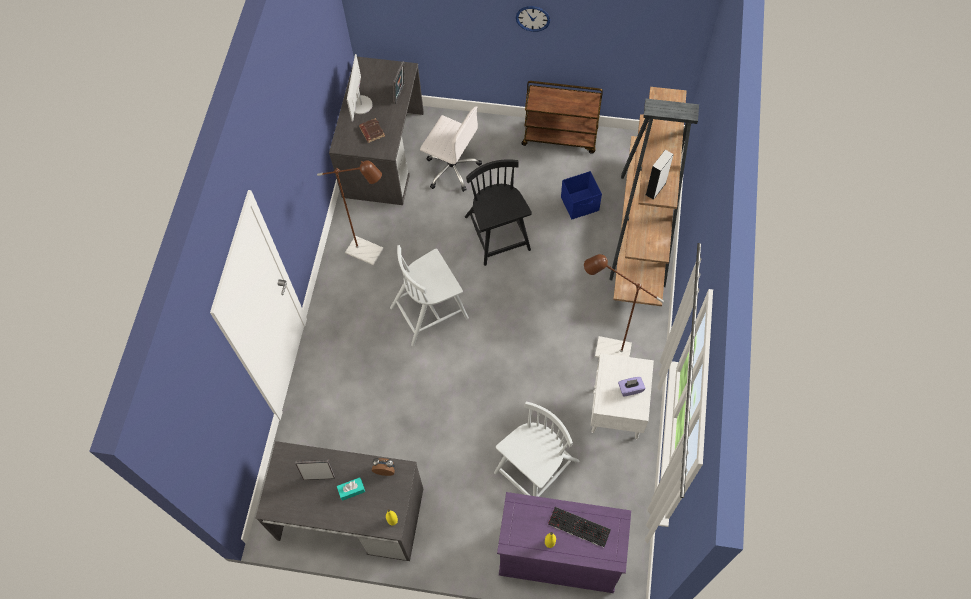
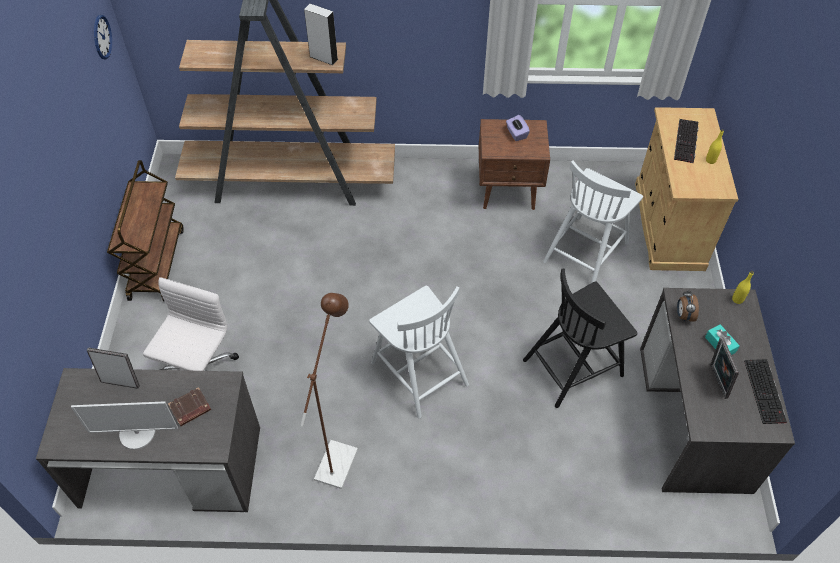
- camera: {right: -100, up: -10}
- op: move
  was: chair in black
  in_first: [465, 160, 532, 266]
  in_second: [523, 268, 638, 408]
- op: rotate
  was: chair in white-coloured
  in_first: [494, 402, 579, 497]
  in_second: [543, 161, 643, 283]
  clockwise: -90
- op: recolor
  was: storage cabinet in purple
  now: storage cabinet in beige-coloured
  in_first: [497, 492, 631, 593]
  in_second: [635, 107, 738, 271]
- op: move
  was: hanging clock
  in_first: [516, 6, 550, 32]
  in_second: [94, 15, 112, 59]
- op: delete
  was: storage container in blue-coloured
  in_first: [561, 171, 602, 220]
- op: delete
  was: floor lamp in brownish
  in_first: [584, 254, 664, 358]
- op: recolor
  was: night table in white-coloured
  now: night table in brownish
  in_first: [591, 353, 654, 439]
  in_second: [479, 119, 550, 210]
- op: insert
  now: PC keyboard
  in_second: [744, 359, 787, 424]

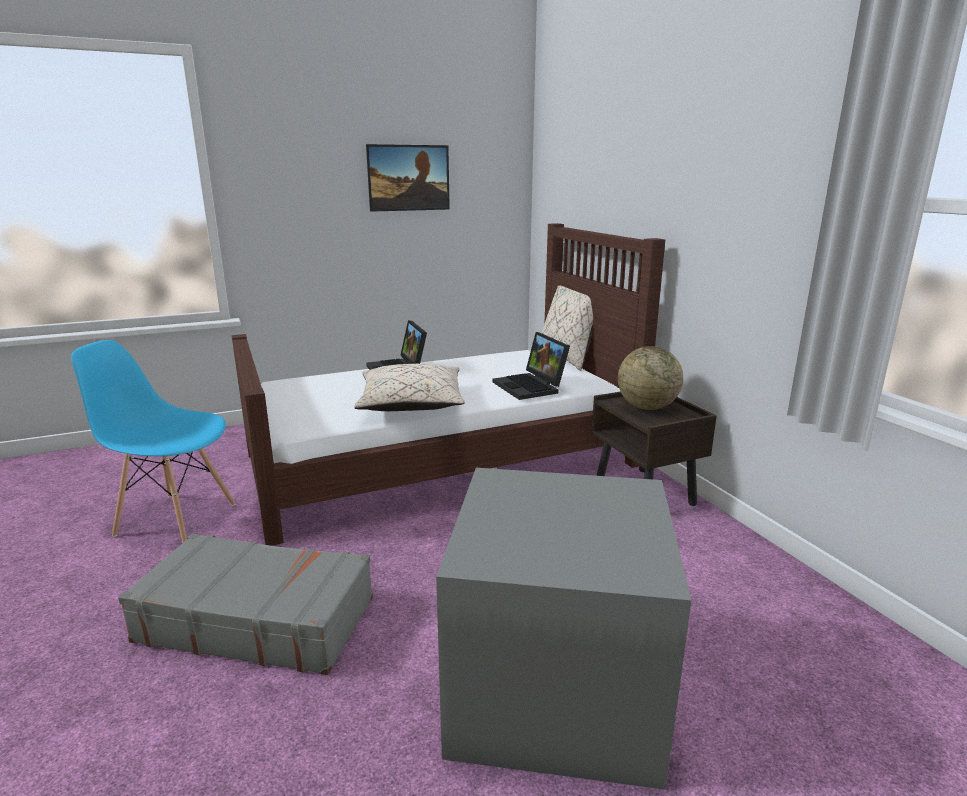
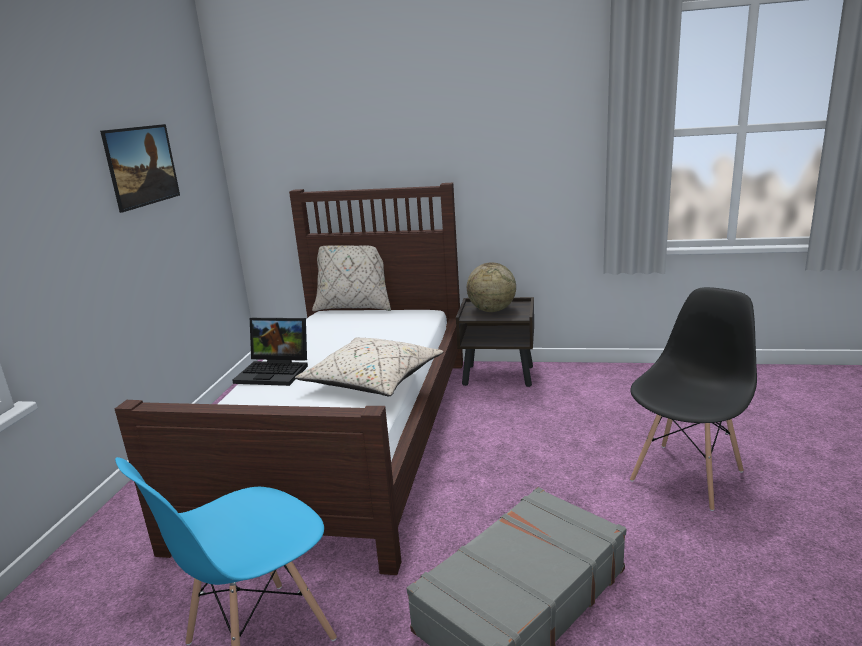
- camera: {right: -55, up: 0}
- op: replace
  was: storage container in gray
  now: chair in black
  in_first: [436, 468, 692, 790]
  in_second: [630, 287, 757, 511]
- op: delete
  was: portable computer
  in_first: [493, 332, 570, 400]

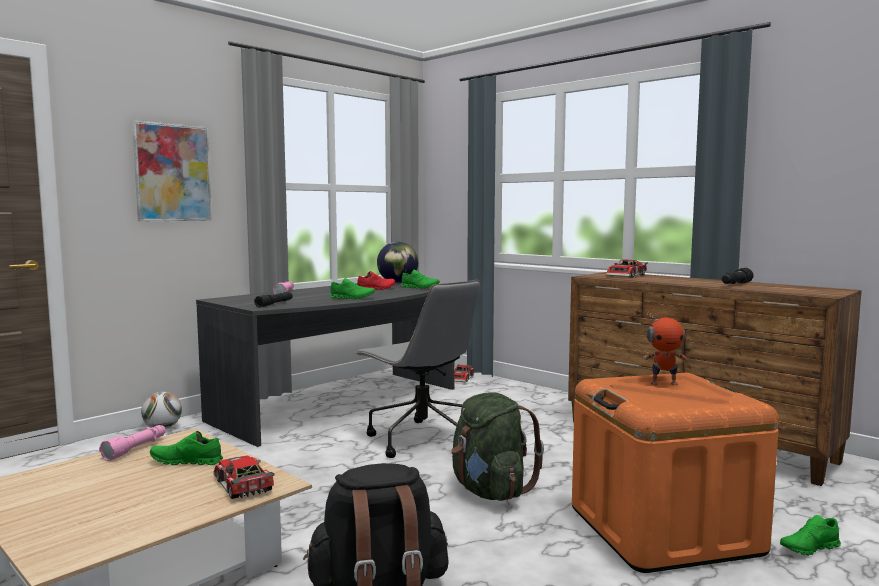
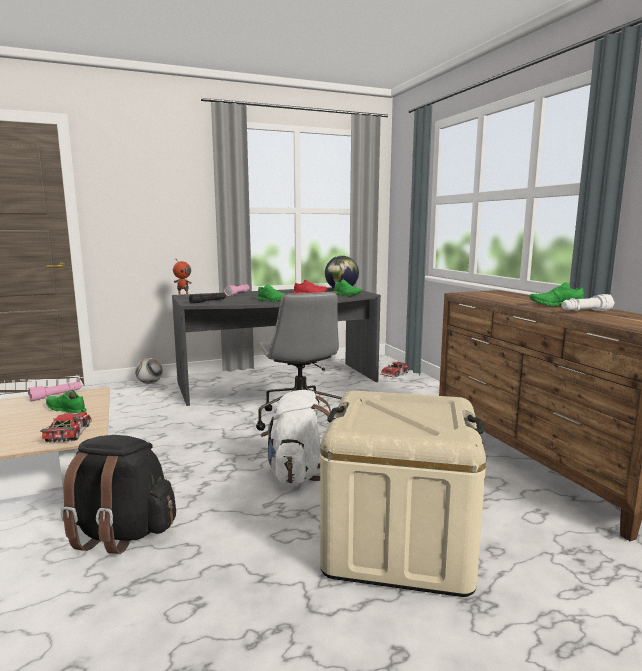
- camera: {right: 25, up: 5}
- op: delete
  was: wall picture
  in_first: [132, 120, 212, 222]
- op: recolor
  was: rucksack in greenish
  now: rucksack in white-coloured
  in_first: [451, 392, 544, 501]
  in_second: [261, 390, 331, 483]
- op: recolor
  was: storage container in orange-coloured
  now: storage container in beige-coloured
  in_first: [572, 373, 779, 573]
  in_second: [320, 390, 486, 597]
- op: delete
  was: model car
  in_first: [606, 259, 648, 278]
- op: move
  was: robot figure
  in_first: [643, 312, 687, 385]
  in_second: [173, 259, 192, 297]
- op: recolor
  was: flashlight in black
  now: flashlight in white-coloured
  in_first: [722, 268, 754, 284]
  in_second: [561, 294, 614, 311]
- op: move
  was: low shoe in greenish
  in_first: [780, 515, 841, 556]
  in_second: [529, 282, 584, 306]

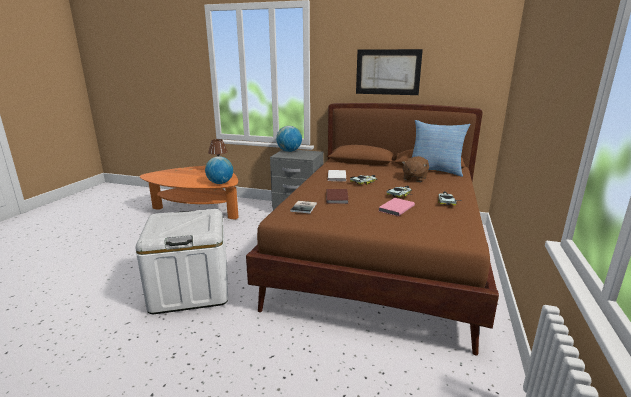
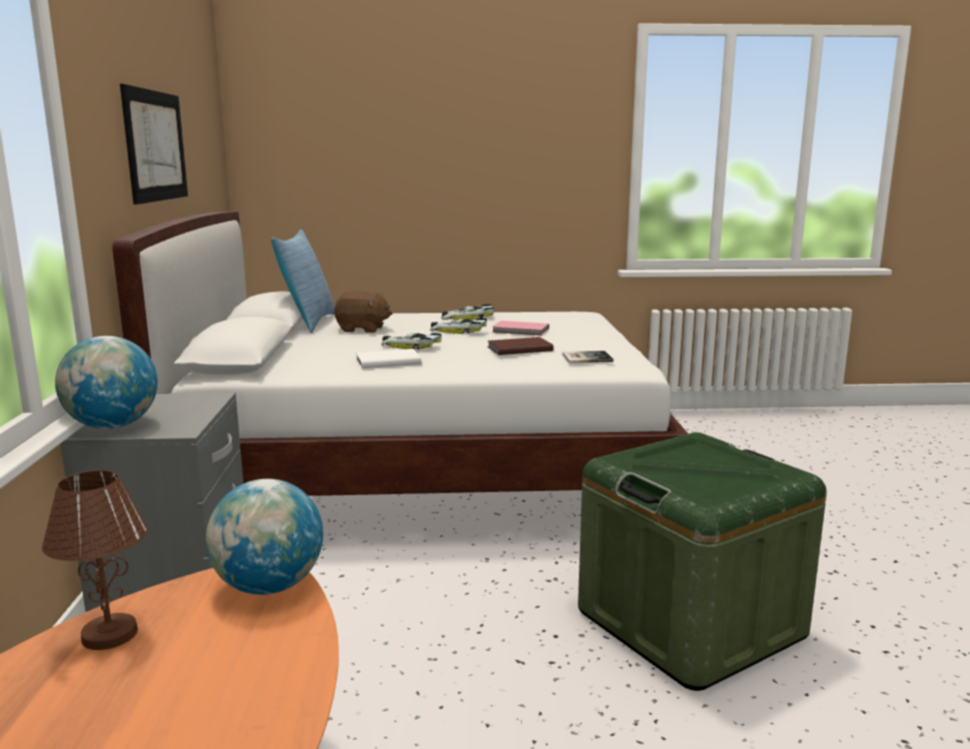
- camera: {right: -110, up: -5}
- op: recolor
  was: storage container in white-coloured
  now: storage container in greenish
  in_first: [135, 209, 228, 314]
  in_second: [578, 432, 827, 691]
- op: recolor
  was: bed in brownish
  now: bed in white-coloured
  in_first: [246, 103, 499, 356]
  in_second: [112, 212, 688, 496]

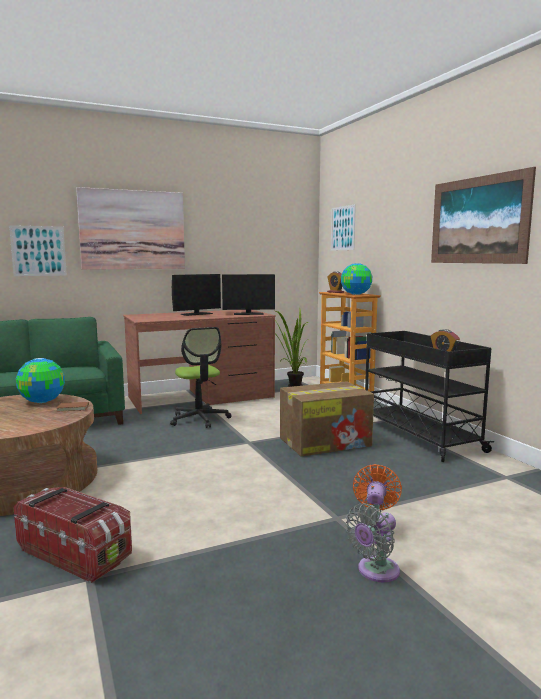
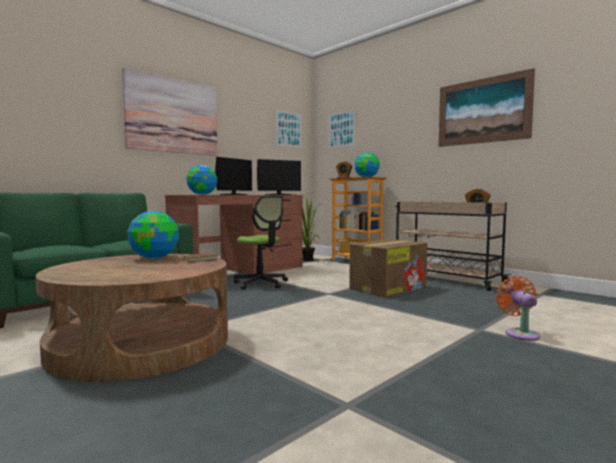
- camera: {right: -20, up: -5}
- op: move
  was: wall picture
  in_first: [9, 225, 67, 276]
  in_second: [276, 110, 302, 148]
- op: delete
  was: storage container
  in_first: [13, 487, 132, 583]
- op: delete
  was: cooling fan in gray
  in_first: [345, 503, 400, 582]
- op: recolor
  was: trolley in black
  now: trolley in beige-coloured
  in_first: [365, 331, 494, 462]
  in_second: [395, 201, 511, 291]
- op: insert
  now: world globe
  in_second: [187, 165, 217, 195]

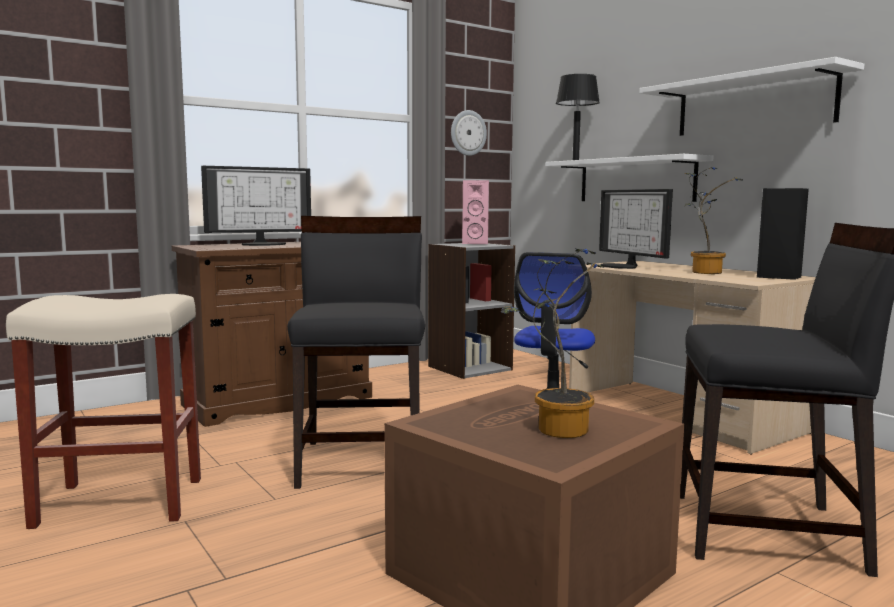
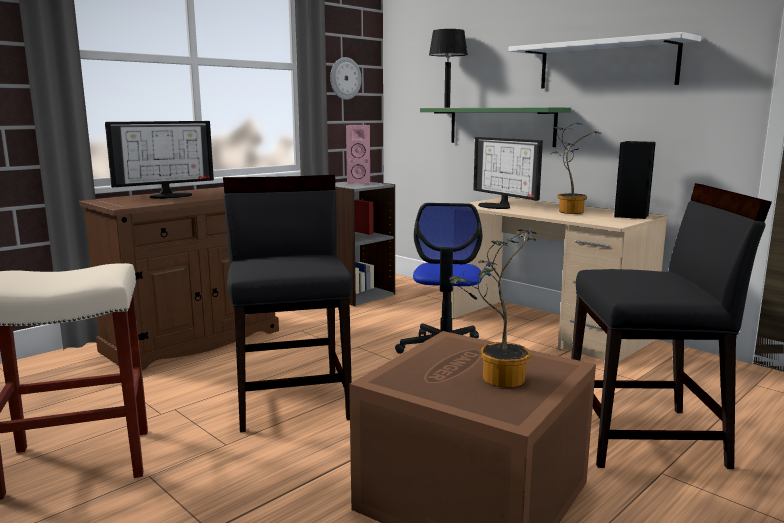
- camera: {right: -10, up: 5}
- op: recolor
  was: wall shelf in white-coloured
  now: wall shelf in greenish
  in_first: [545, 154, 714, 202]
  in_second: [420, 108, 571, 147]

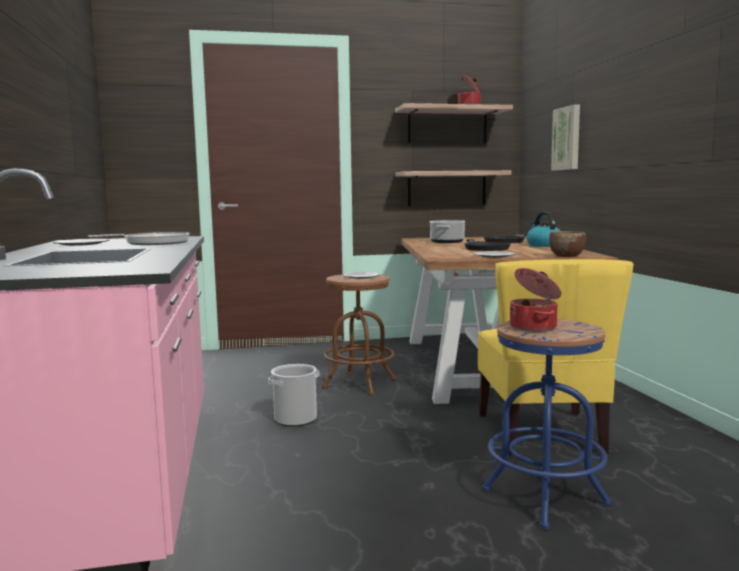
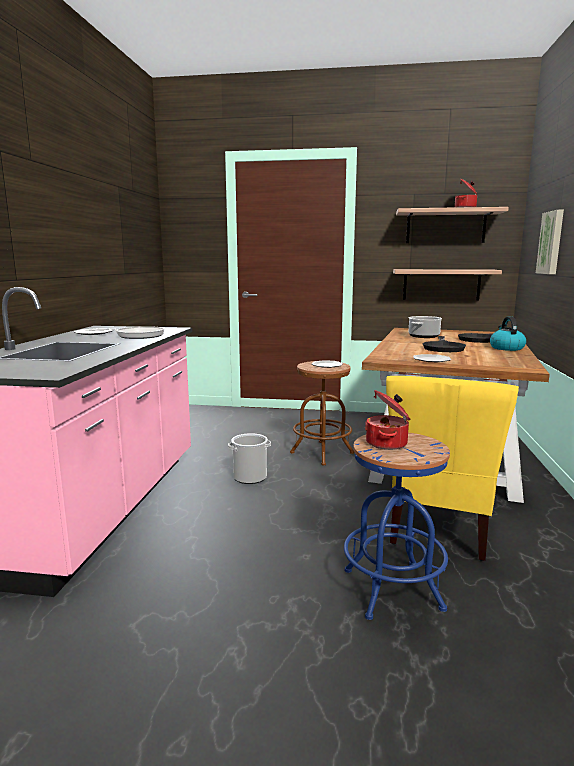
- camera: {right: 20, up: 5}
- op: delete
  was: serving bowl in brownish
  in_first: [549, 231, 586, 257]

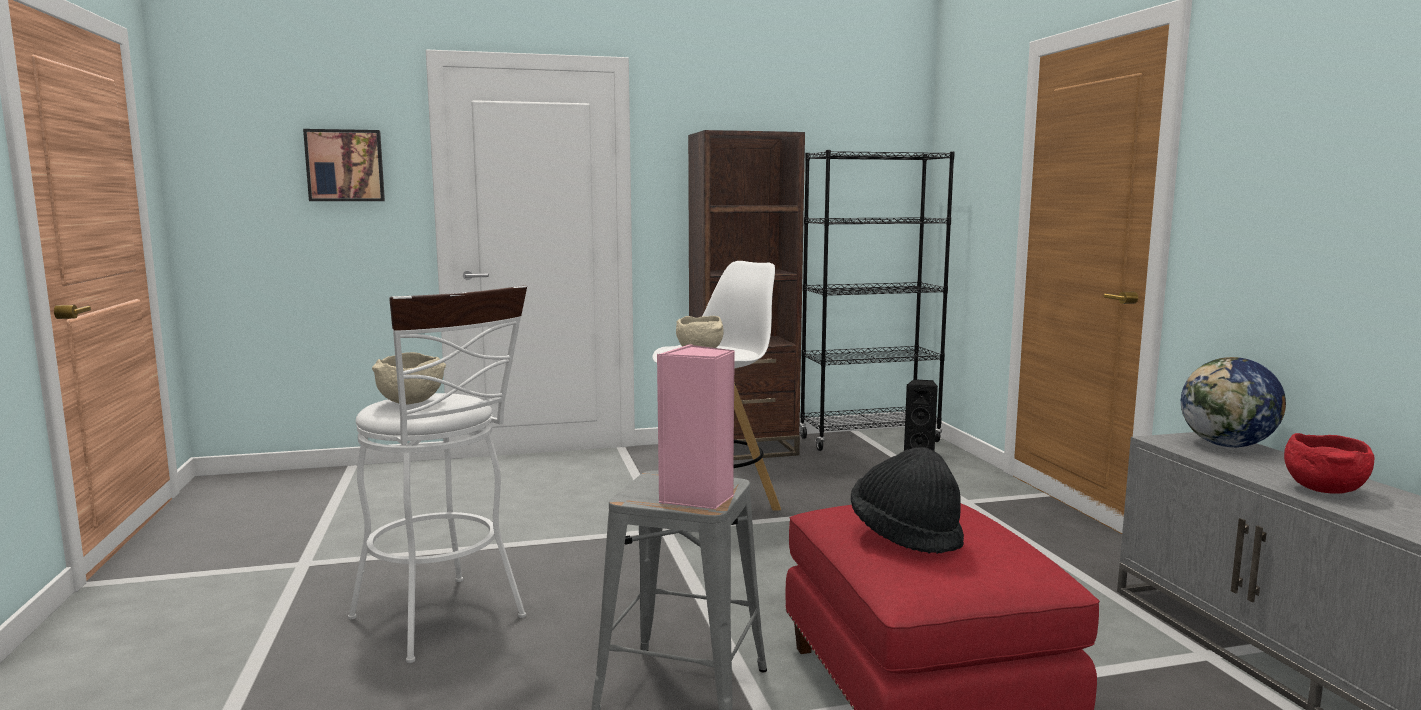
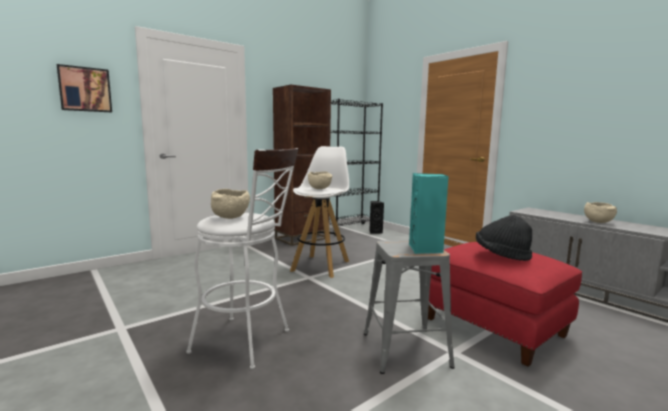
- camera: {right: -25, up: 0}
- op: recolor
  was: audio speaker in pinkish
  now: audio speaker in turquoise
  in_first: [657, 344, 735, 509]
  in_second: [409, 173, 449, 254]
- op: delete
  was: world globe
  in_first: [1181, 357, 1286, 447]
- op: recolor
  was: serving bowl in red
  now: serving bowl in beige-coloured
  in_first: [1284, 433, 1375, 494]
  in_second: [584, 202, 617, 223]

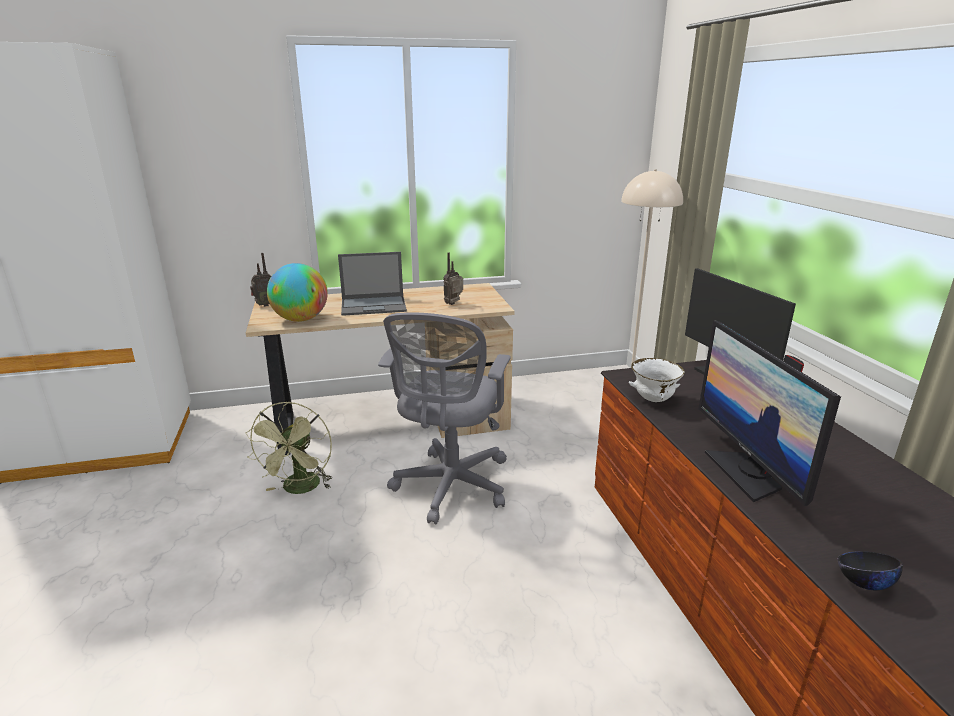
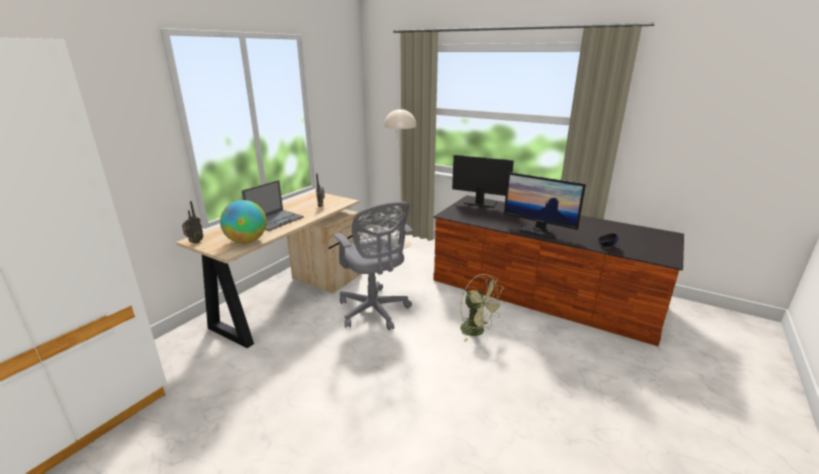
- camera: {right: -45, up: 0}
- op: move
  was: cooling fan in greenish
  in_first: [246, 401, 333, 494]
  in_second: [460, 274, 505, 342]
- op: delete
  was: serving bowl in white-coloured
  in_first: [629, 358, 685, 402]

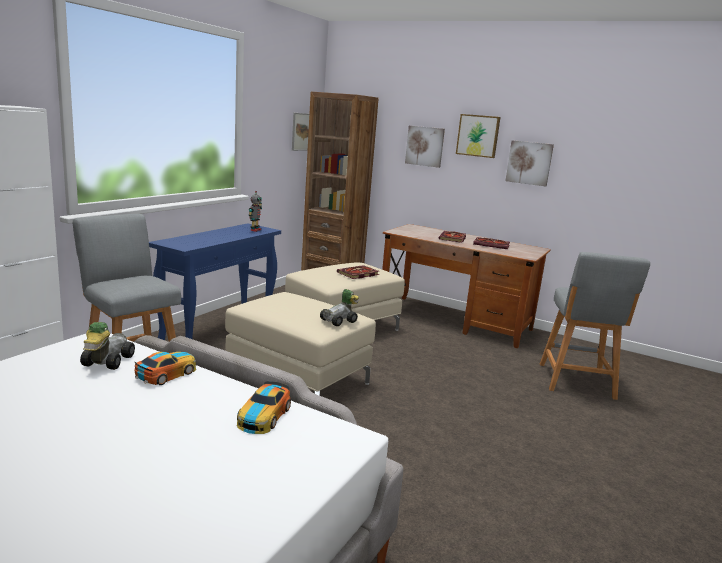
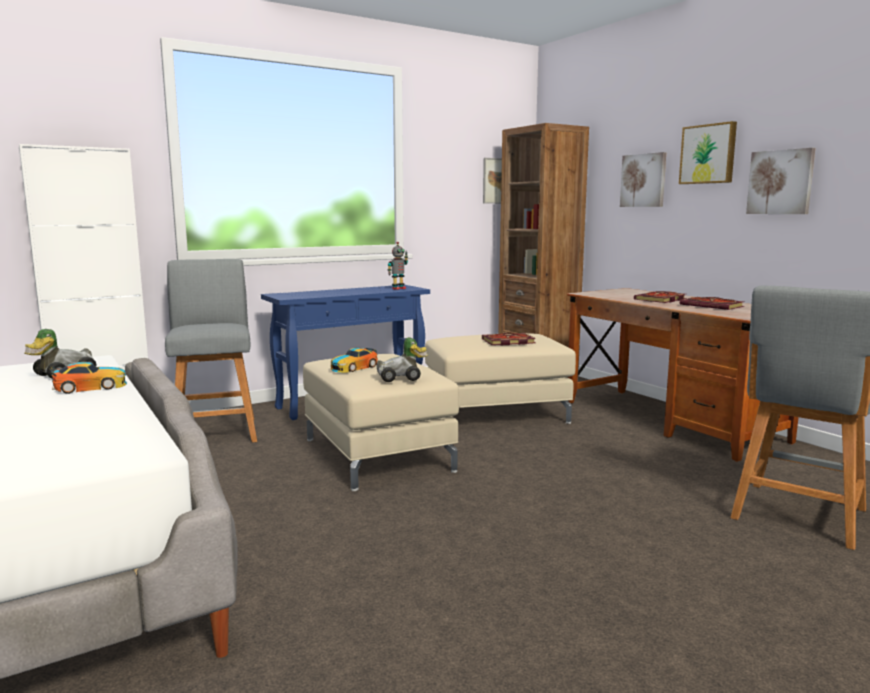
- camera: {right: 30, up: -5}
- op: move
  was: model car
  in_first: [237, 381, 291, 434]
  in_second: [330, 348, 377, 373]

